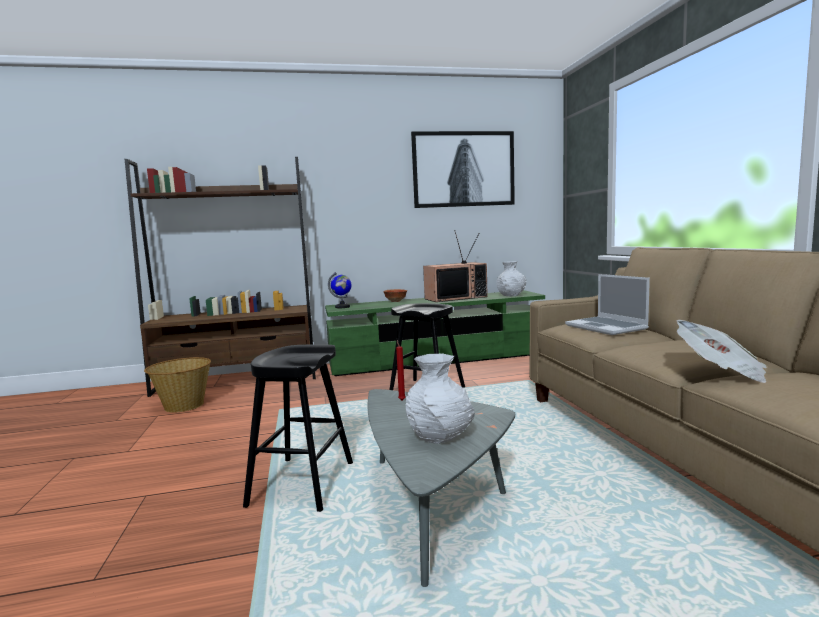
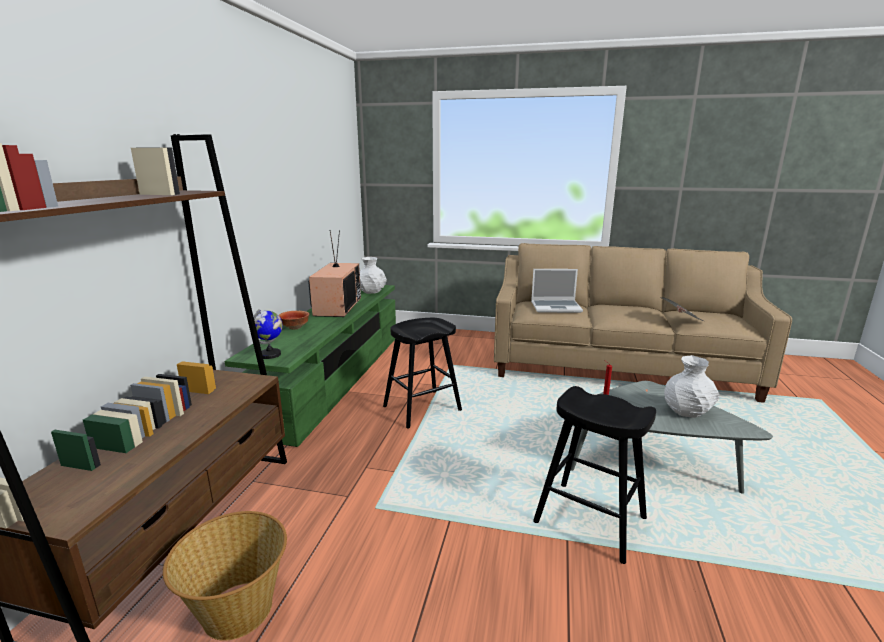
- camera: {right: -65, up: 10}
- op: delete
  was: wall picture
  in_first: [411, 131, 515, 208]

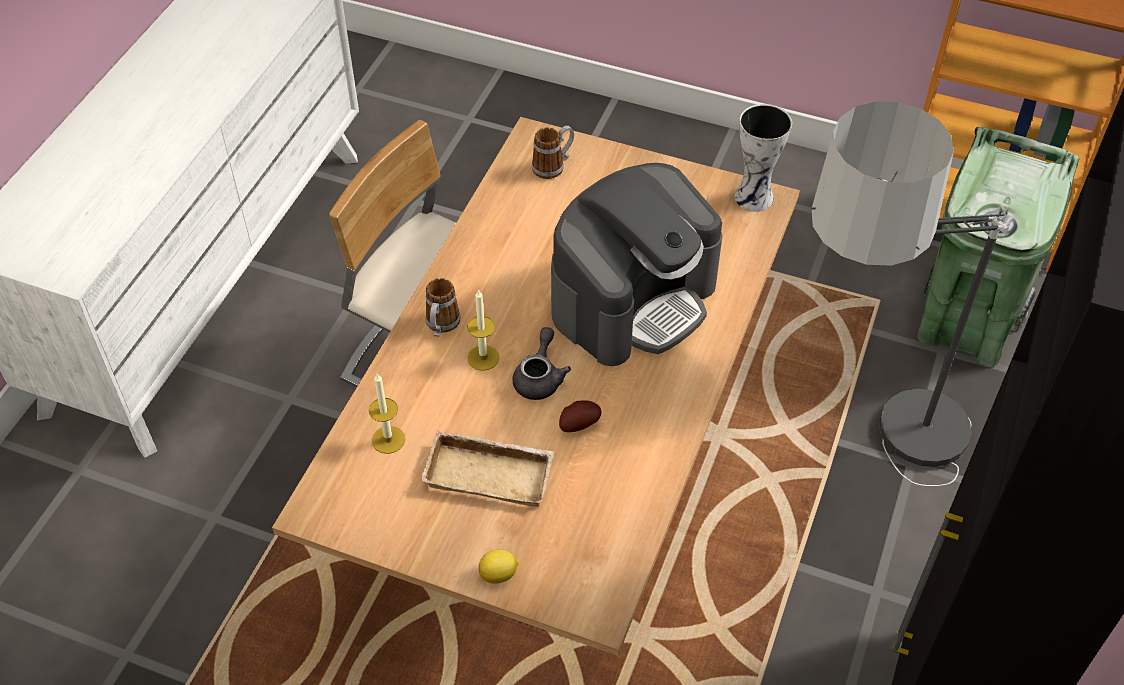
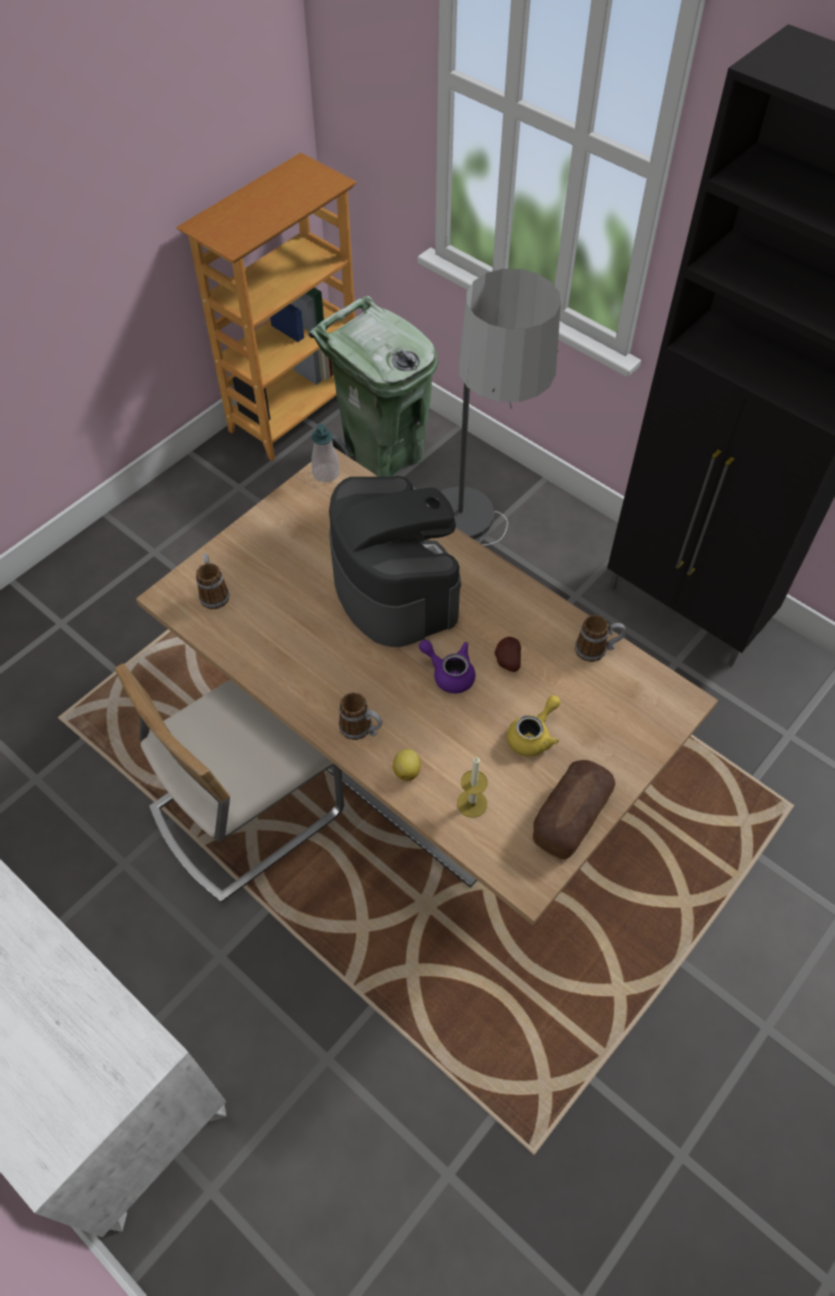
- camera: {right: -70, up: 5}
- op: replace
  was: carrying tray in beige-coloured
  now: teapot in yellow-coloured
  in_first: [421, 431, 555, 507]
  in_second: [507, 695, 560, 757]
- op: delete
  was: wax light
  in_first: [467, 289, 499, 371]
- op: move
  was: whole lemon
  in_first: [479, 550, 519, 584]
  in_second: [393, 749, 421, 781]
- op: recolor
  was: teapot in gray
  now: teapot in purple
  in_first: [513, 327, 571, 400]
  in_second: [419, 640, 475, 694]
- op: replace
  was: flower vase
  now: soap dispenser
  in_first: [735, 104, 792, 212]
  in_second: [311, 424, 339, 482]
- op: insert
  now: bakery bread
  in_second: [533, 760, 615, 860]
- op: insert
  now: mug
  in_second: [575, 615, 625, 662]

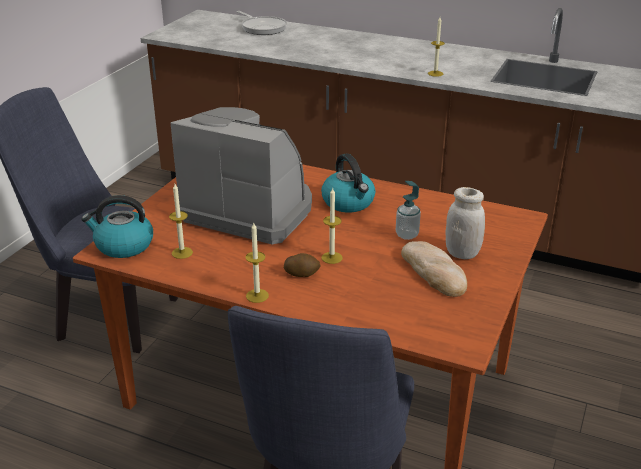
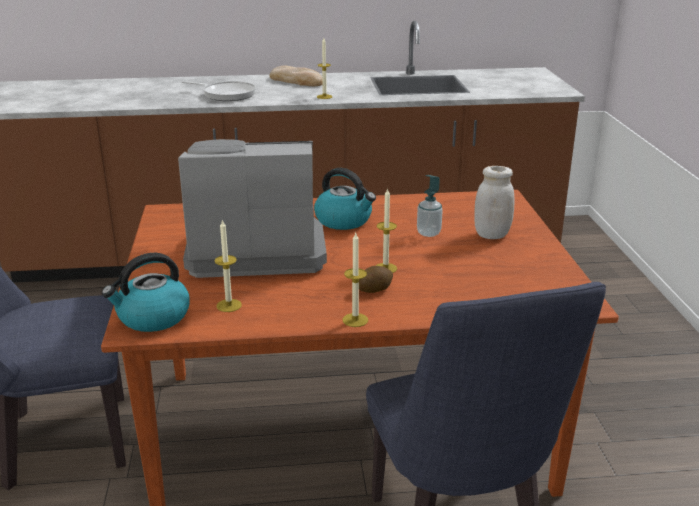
- camera: {right: -30, up: -5}
- op: move
  was: pan
  in_first: [236, 11, 287, 35]
  in_second: [181, 81, 256, 101]
- op: move
  was: bakery bread
  in_first: [401, 241, 467, 297]
  in_second: [270, 65, 323, 86]

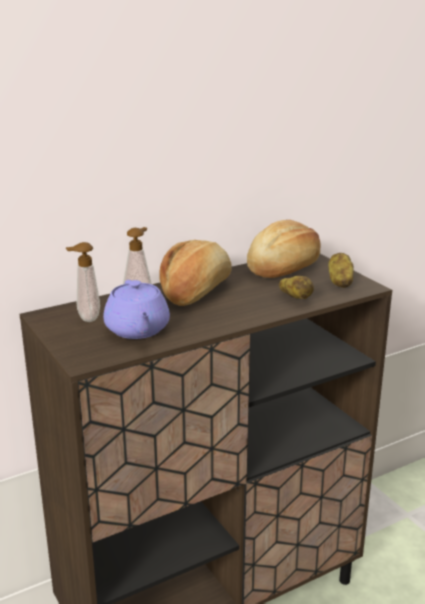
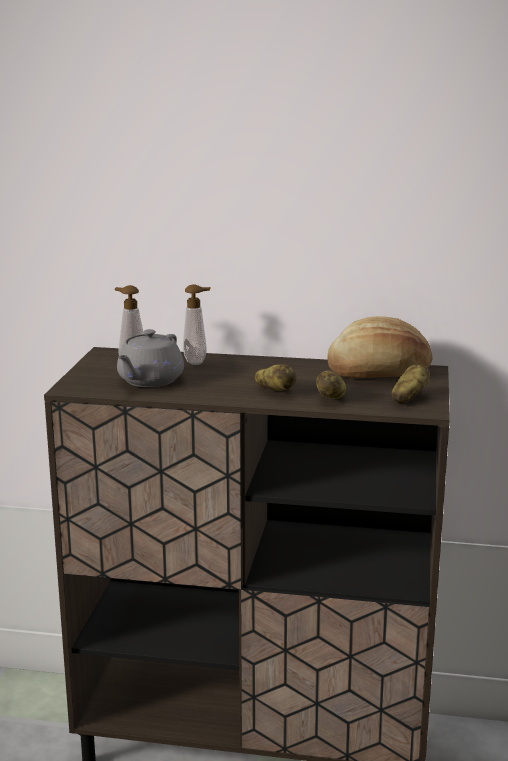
- camera: {right: 40, up: -5}
- op: recolor
  was: teapot in purple
  now: teapot in gray
  in_first: [103, 280, 170, 339]
  in_second: [117, 329, 184, 387]
- op: delete
  was: bakery bread
  in_first: [160, 240, 232, 306]
- op: insert
  now: spud
  in_second: [255, 364, 297, 391]

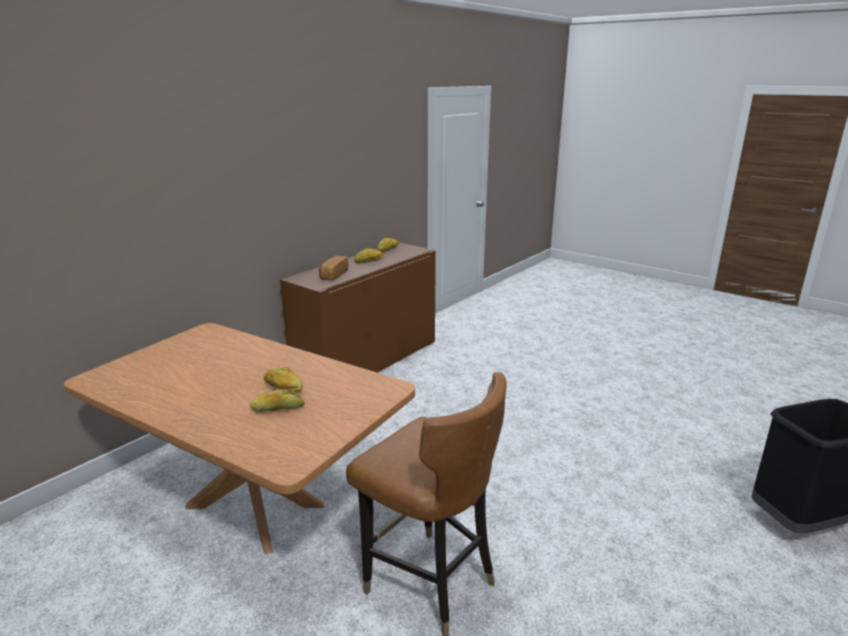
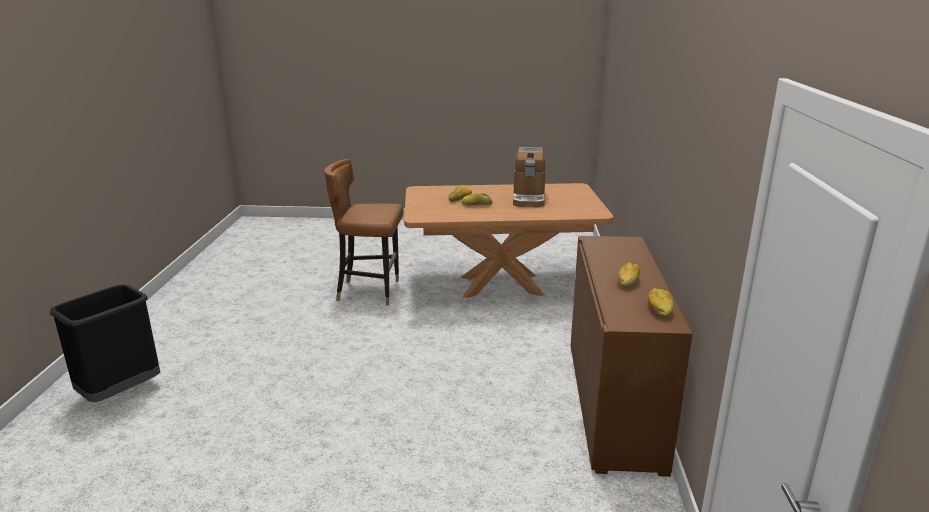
- camera: {right: 145, up: 0}
- op: delete
  was: bakery bread
  in_first: [319, 256, 349, 281]
- op: insert
  now: coffee machine
  in_second: [513, 147, 546, 207]

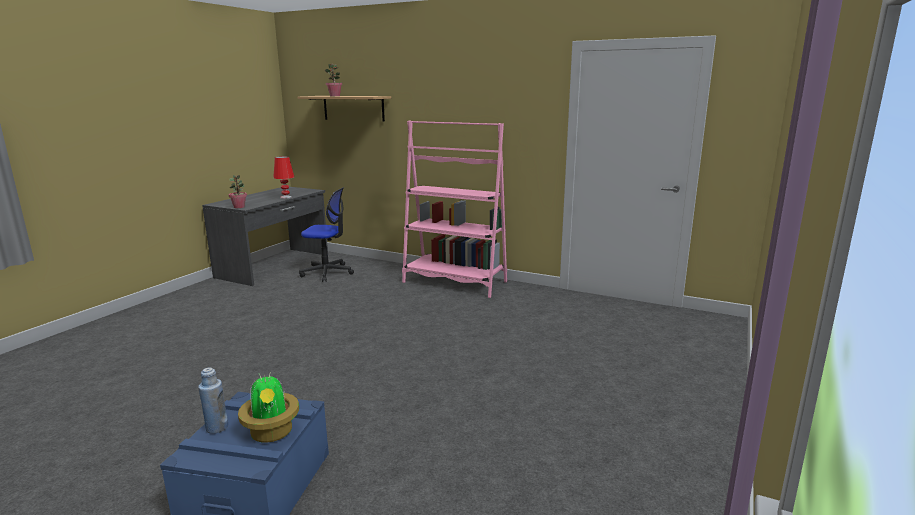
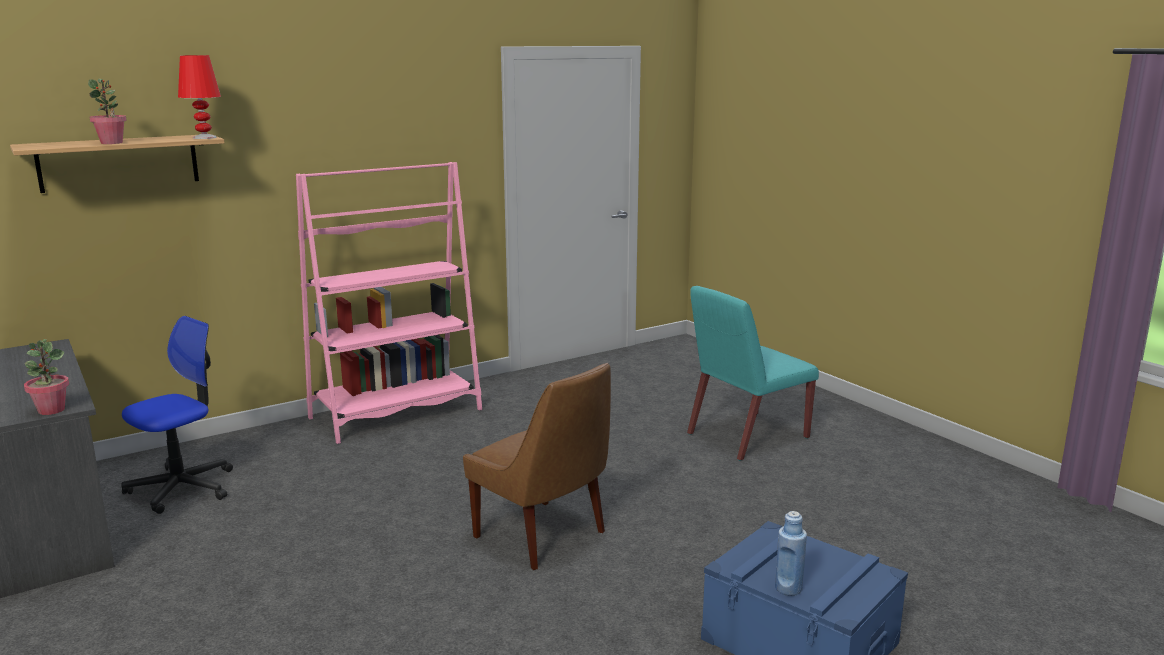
- camera: {right: -60, up: 0}
- op: delete
  was: plant in a pot
  in_first: [238, 374, 299, 442]
- op: move
  was: lamp for a table in red
  in_first: [273, 156, 294, 199]
  in_second: [178, 55, 221, 139]
- op: insert
  now: chair in brownish
  in_second: [463, 363, 611, 570]
- op: insert
  now: chair in turquoise
  in_second: [687, 286, 819, 461]

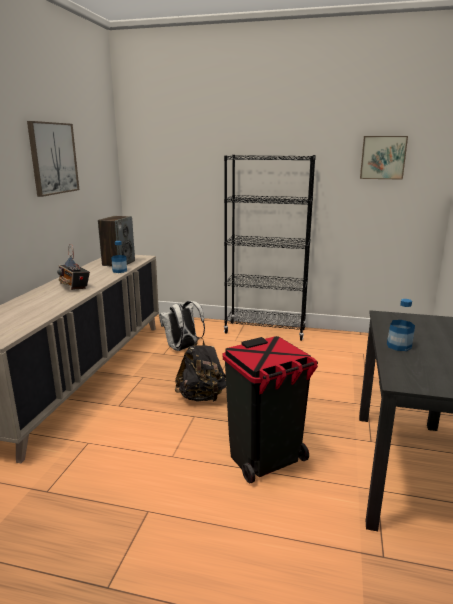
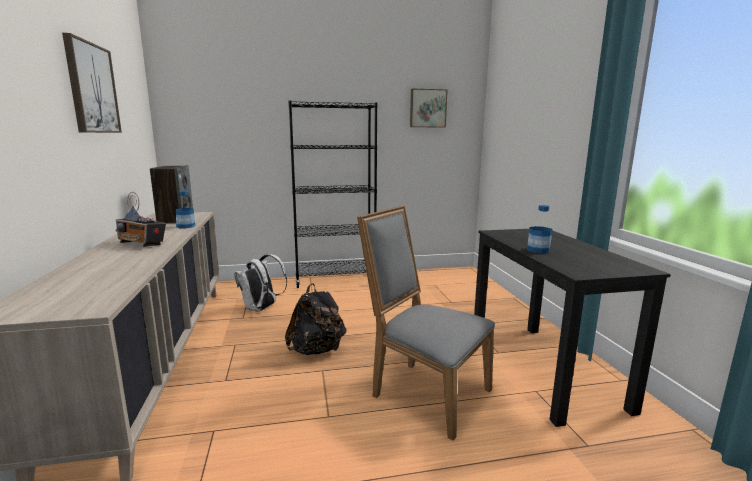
- camera: {right: -25, up: -5}
- op: replace
  was: rubbish bin in black
  now: chair in gray
  in_first: [223, 336, 318, 483]
  in_second: [357, 205, 495, 441]

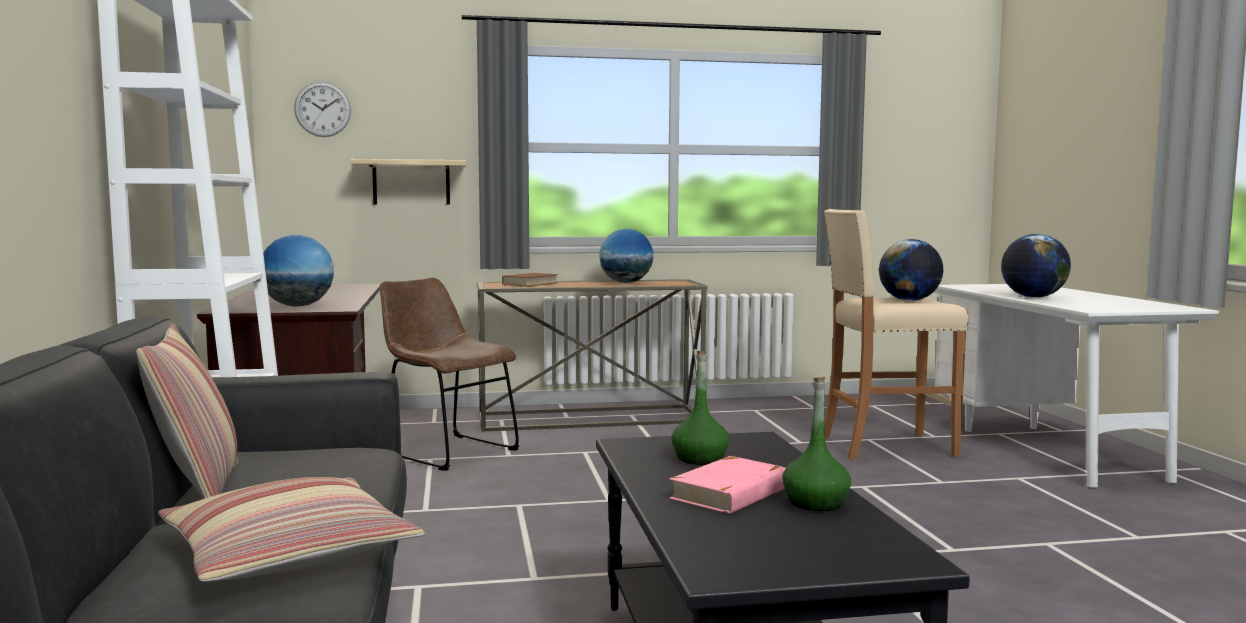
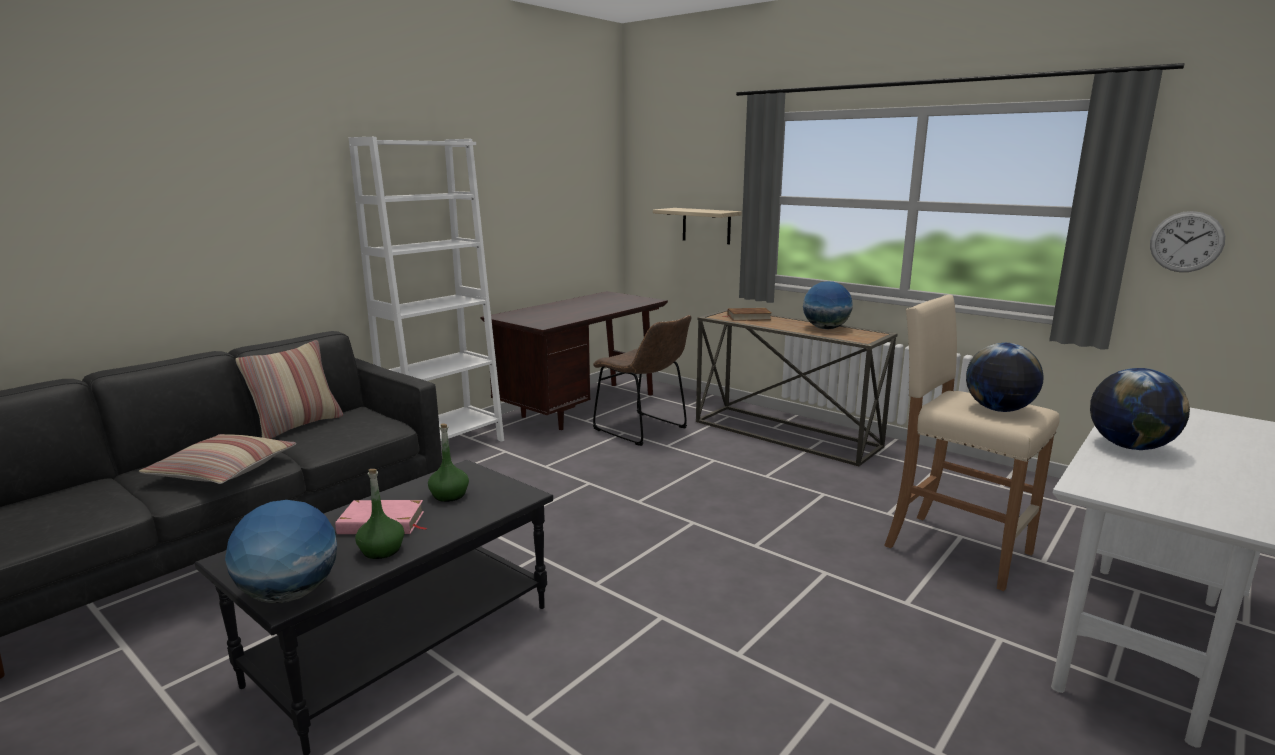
- camera: {right: 50, up: 10}
- op: move
  was: world globe
  in_first: [263, 235, 334, 307]
  in_second: [225, 500, 337, 603]
- op: move
  was: hanging clock
  in_first: [294, 82, 351, 137]
  in_second: [1150, 211, 1225, 272]
- op: rotate
  was: chair in brownish
  in_first: [379, 278, 519, 471]
  in_second: [593, 315, 691, 446]
  clockwise: 135

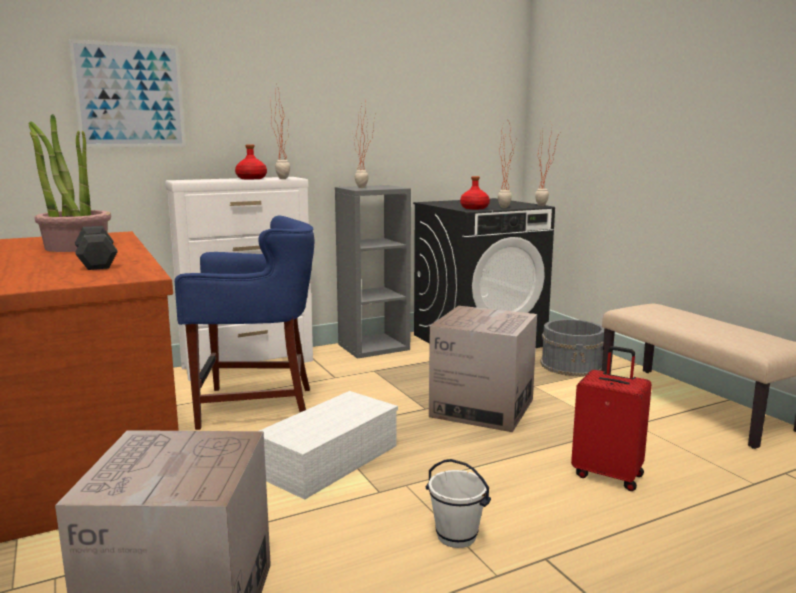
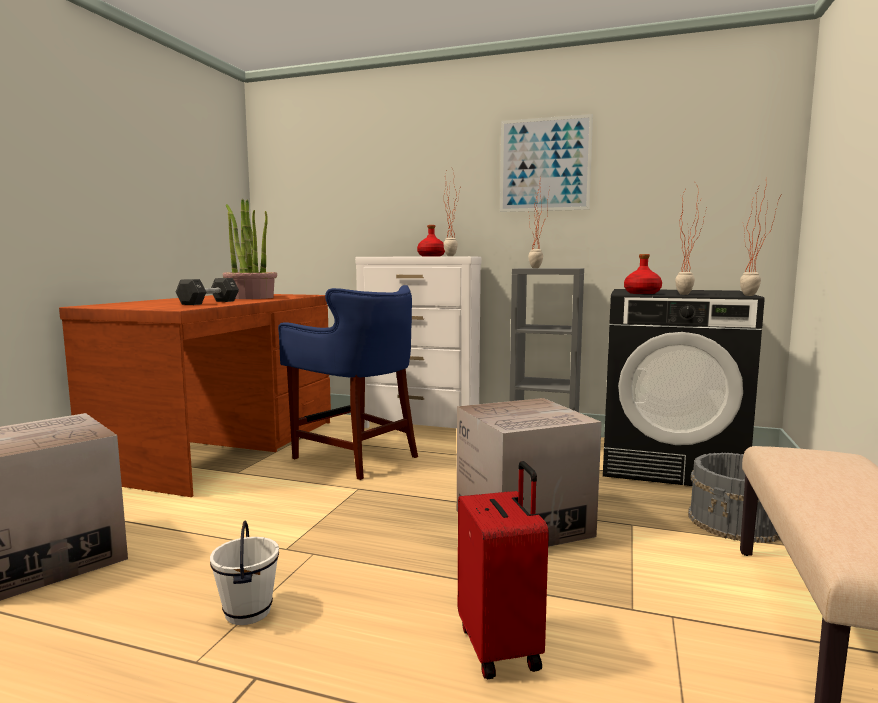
- camera: {right: 45, up: -5}
- op: move
  was: wall picture
  in_first: [69, 39, 186, 147]
  in_second: [500, 114, 593, 212]
- op: delete
  was: storage container in white-coloured
  in_first: [259, 391, 398, 500]

